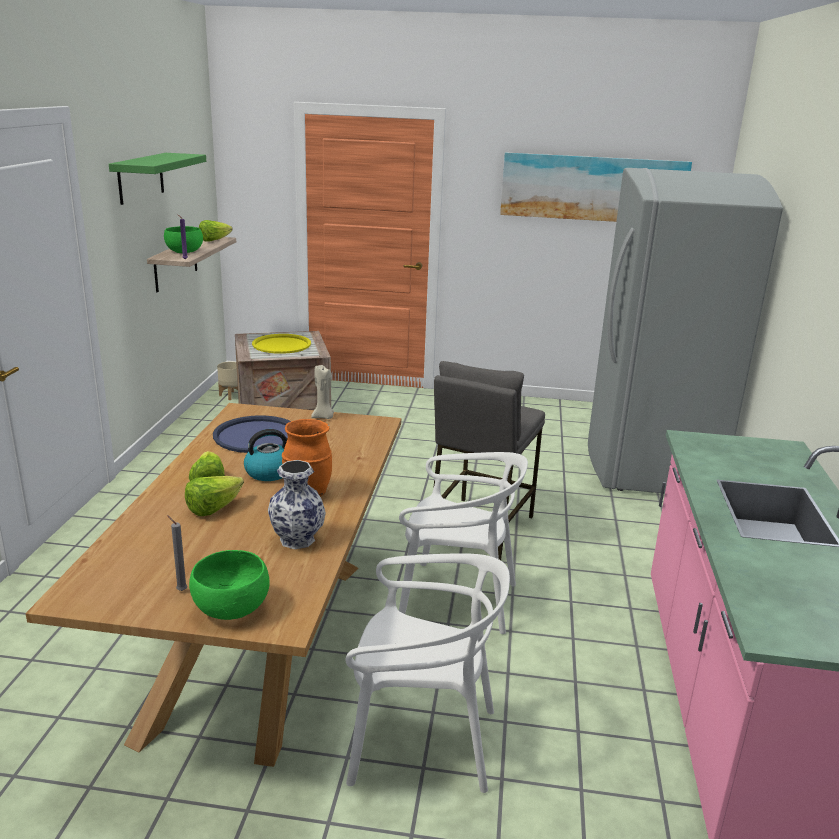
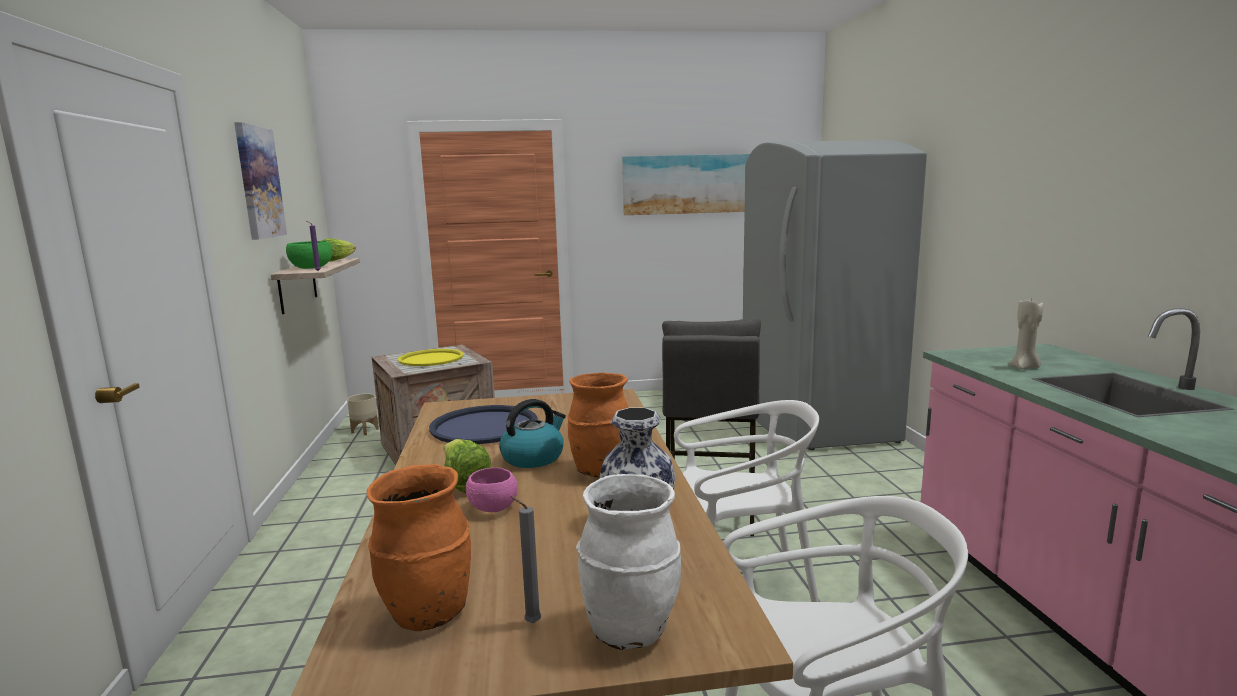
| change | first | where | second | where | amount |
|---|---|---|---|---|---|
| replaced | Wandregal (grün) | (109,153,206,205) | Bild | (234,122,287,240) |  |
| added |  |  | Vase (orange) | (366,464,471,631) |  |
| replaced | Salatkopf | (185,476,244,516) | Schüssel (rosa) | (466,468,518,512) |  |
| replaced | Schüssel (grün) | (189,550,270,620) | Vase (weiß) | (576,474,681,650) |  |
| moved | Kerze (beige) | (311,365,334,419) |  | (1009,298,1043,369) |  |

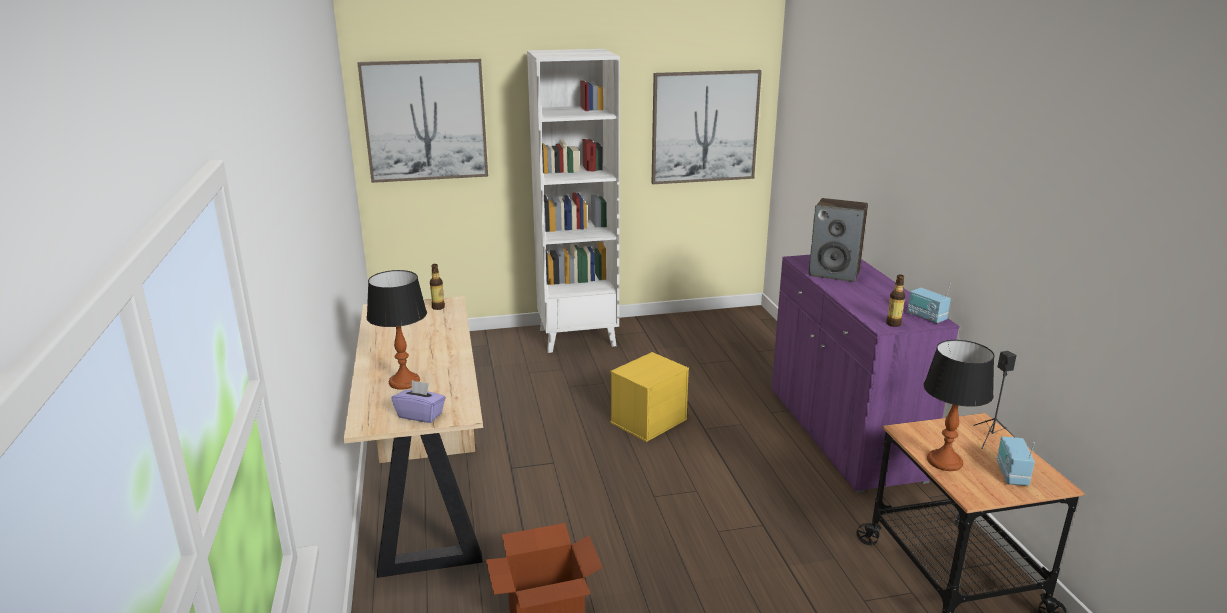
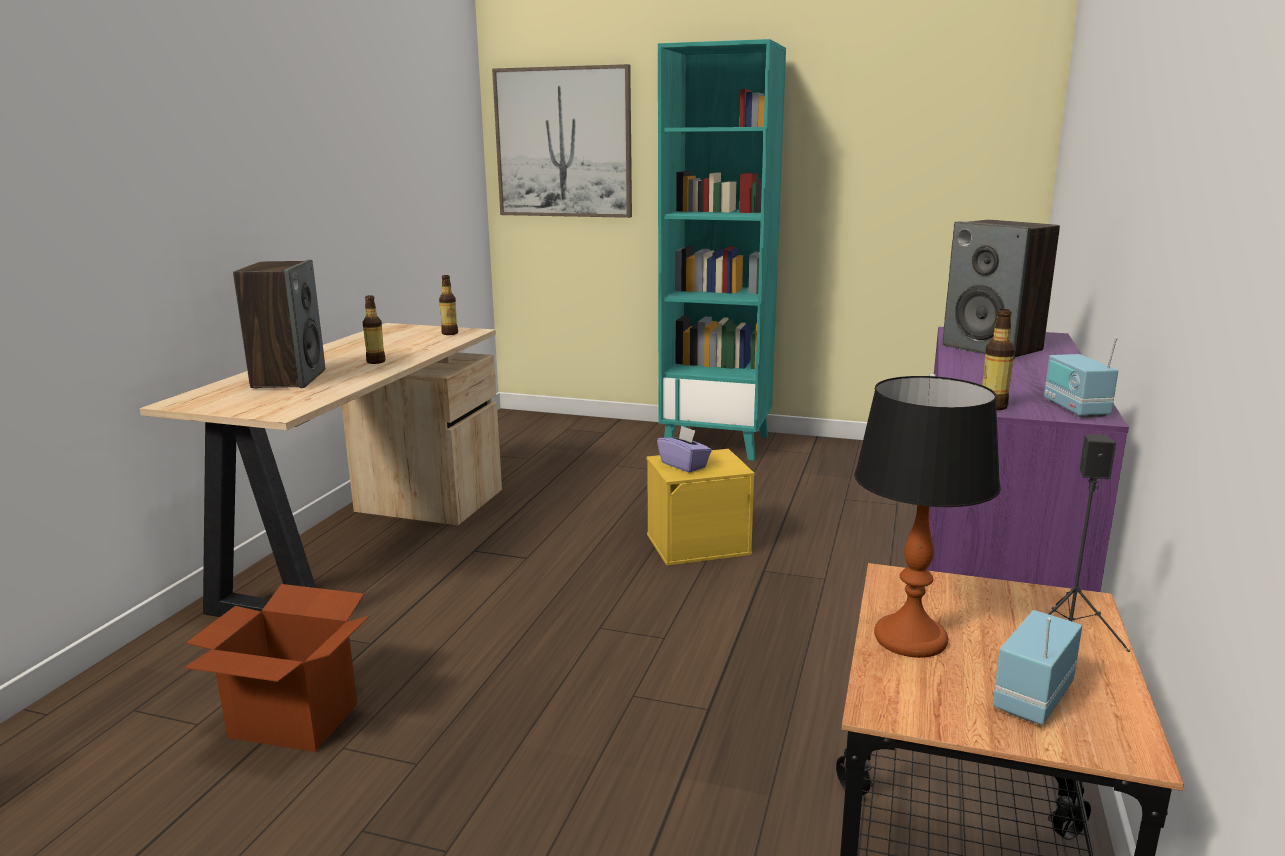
| change | first | where | second | where | amount |
|---|---|---|---|---|---|
| replaced | Tischlampe | (367,270,427,390) | Lautsprecher | (233,260,325,389) |  |
| added |  |  | Flasche | (363,295,386,364) |  |
| moved | Taschentuchbox (lila) | (392,380,446,423) |  | (657,426,712,473) |  |
| recoloured | Bücherregal (weiß) | (527,49,620,353) | Bücherregal (türkis) | (658,39,786,461) |  |
| removed | Bild | (652,70,762,184) |  |  |  |

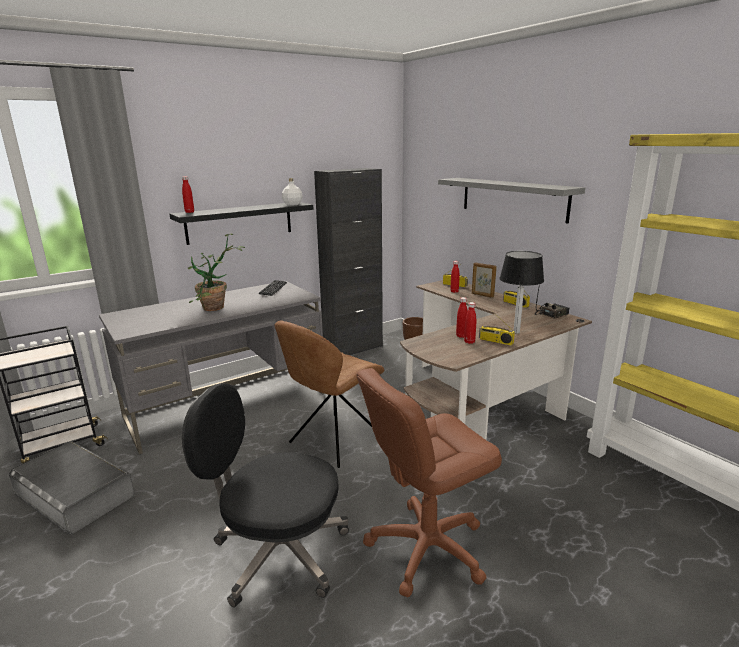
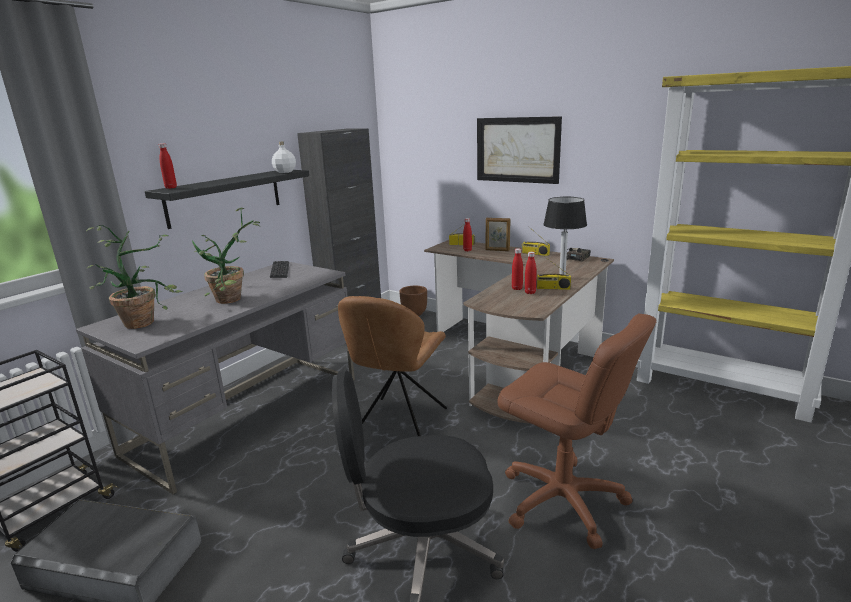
| change | first | where | second | where | amount |
|---|---|---|---|---|---|
| added |  |  | Topfpflanze | (86,225,182,329) |  |
| replaced | Wandregal (grau) | (438,178,585,223) | Bild | (477,116,562,184) |  |
| turned | Bürostuhl (braun) | (357,368,502,598) |  | (498,313,657,549) | 90 degrees counterclockwise |

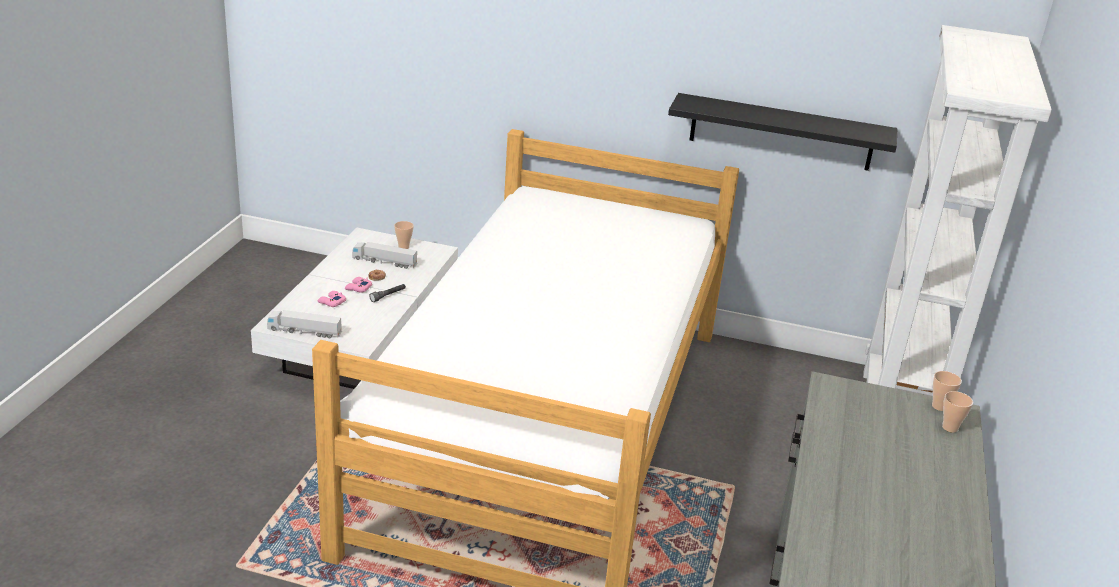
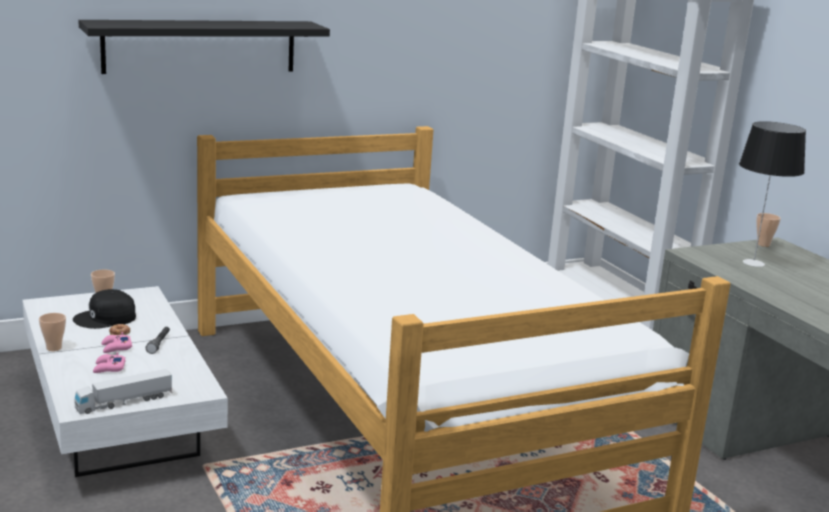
| change | first | where | second | where | amount |
|---|---|---|---|---|---|
| moved | Tasse | (942,391,973,432) |  | (39,313,66,351) |  |
| replaced | Spielzeuglaster | (352,242,418,269) | Kappe (schwarz) | (73,289,136,329) |  |
| moved | Wandregal (schwarz) | (668,93,897,171) |  | (78,20,330,74) |  |
| added |  |  | Tischlampe | (739,121,806,267) |  |

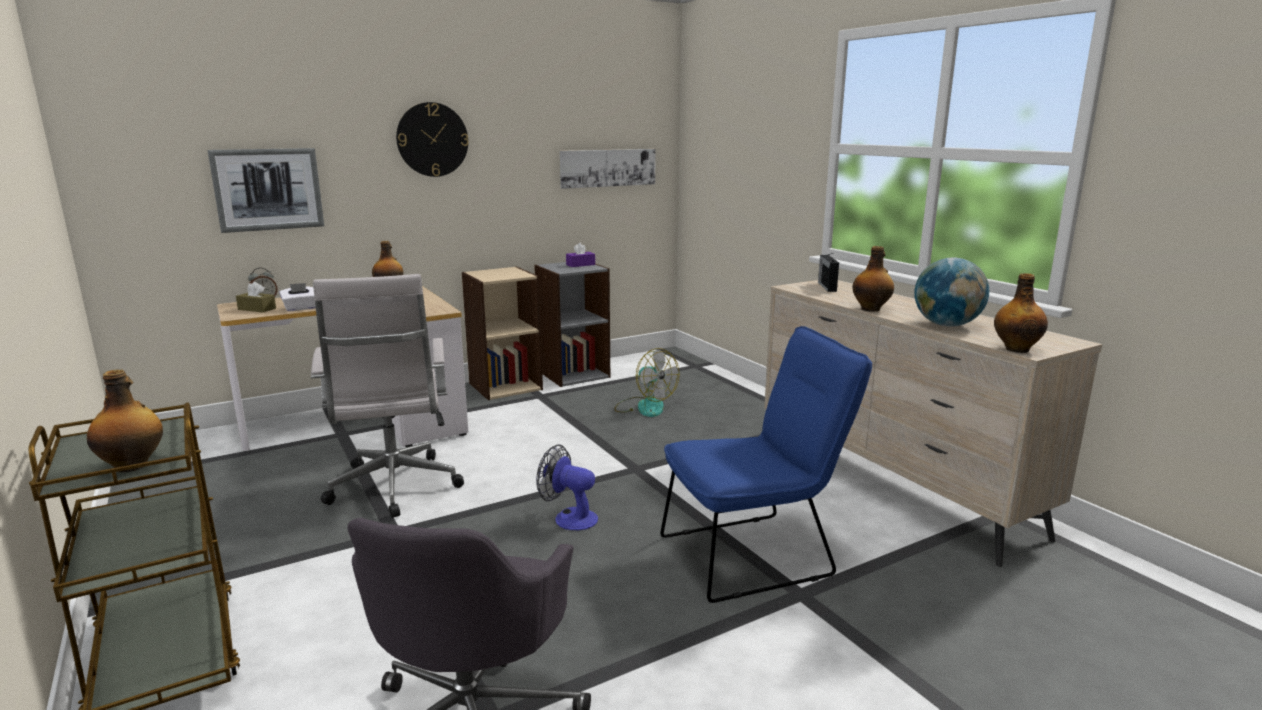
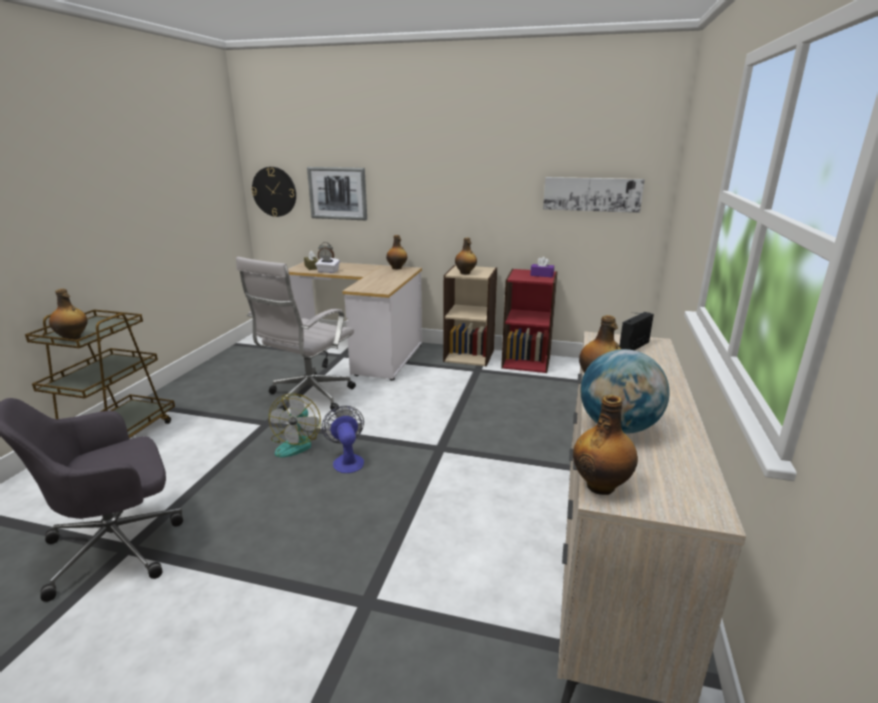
| change | first | where | second | where | amount |
|---|---|---|---|---|---|
| moved | Wanduhr | (396,102,469,177) |  | (251,167,296,217) |  |
| moved | Ventilator | (615,348,679,417) |  | (269,393,321,458) |  |
| added |  |  | Flasche | (455,238,477,274) |  |
| recoloured | Bücherregal (grau) | (534,262,610,387) | Bücherregal (rot) | (501,269,558,373) |  |
| removed | Stuhl (blau) | (660,326,872,603) |  |  |  |

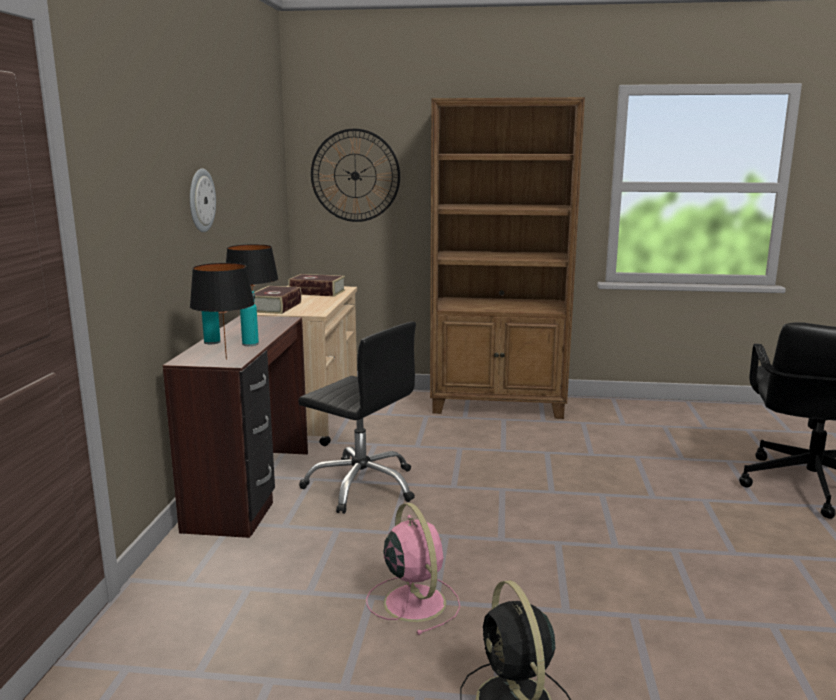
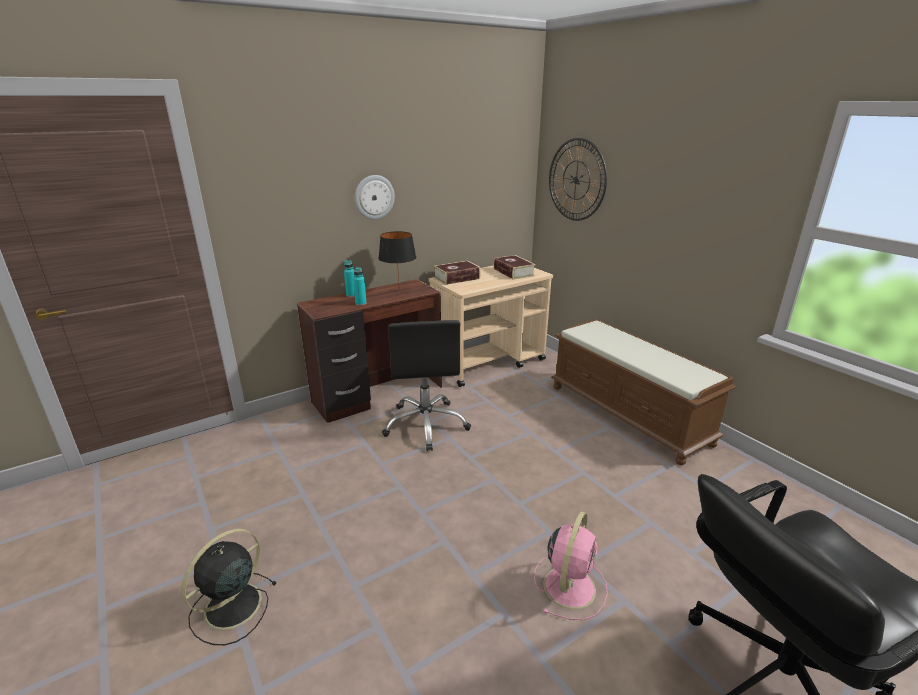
| change | first | where | second | where | amount |
|---|---|---|---|---|---|
| moved | Ventilator (rosa) | (366,503,460,635) |  | (534,511,608,620) |  |
| replaced | Bücherregal (braun) | (430,97,585,419) | Bank (braun) | (551,319,737,465) |  |
| removed | Tischlampe (schwarz) | (190,263,255,360) |  |  |  |

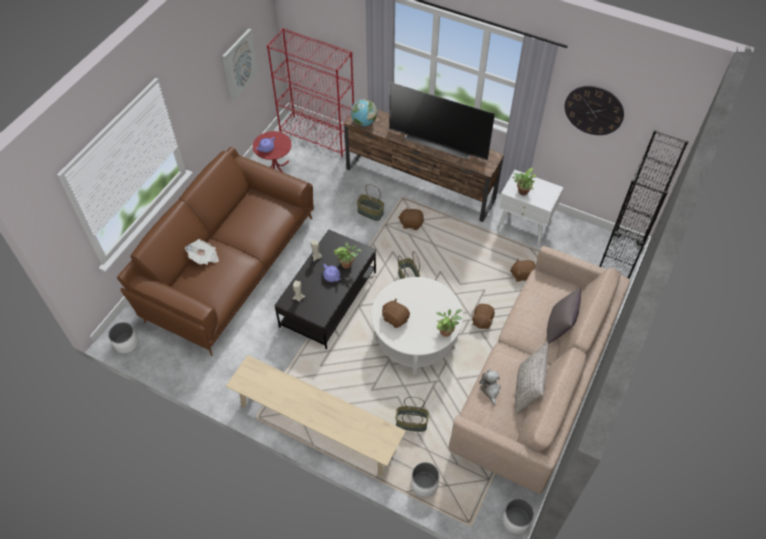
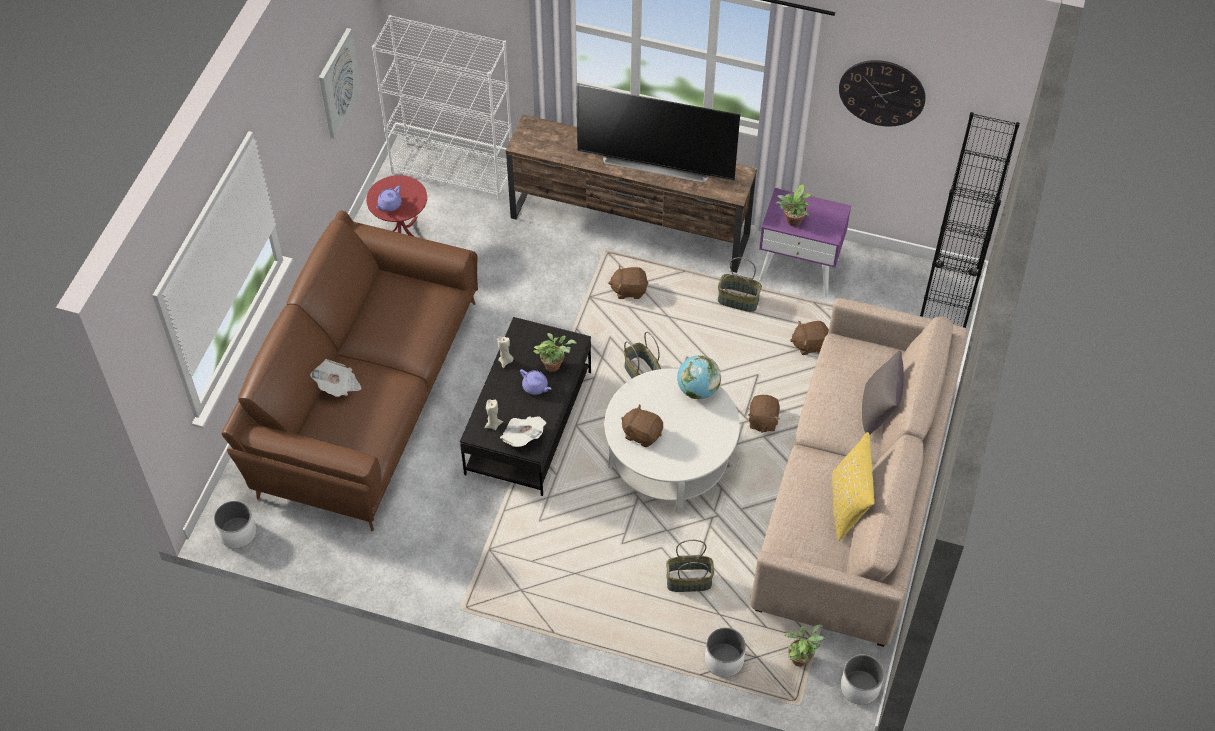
| change | first | where | second | where | amount |
|---|---|---|---|---|---|
| recoloured | Bücherregal (rot) | (267,28,354,157) | Bücherregal (weiß) | (372,15,512,200) |  |
| added |  |  | Zeitung | (500,416,546,447) |  |
| moved | Globus | (351,99,377,126) |  | (677,355,721,399) |  |
| moved | Korb | (357,184,384,221) |  | (718,257,762,312) |  |
| recoloured | Nachttisch (weiß) | (497,170,564,246) | Nachttisch (lila) | (759,188,851,297) |  |
| moved | Topfpflanze | (436,309,463,337) |  | (783,624,825,667) |  |
| recoloured | Kissen (grau) | (515,342,548,416) | Kissen (gelb) | (832,432,875,541) |  |
| removed | Bank (beige) | (226,355,406,476) |  |  |  |
| removed | Plüschtier | (479,370,500,405) |  |  |  |

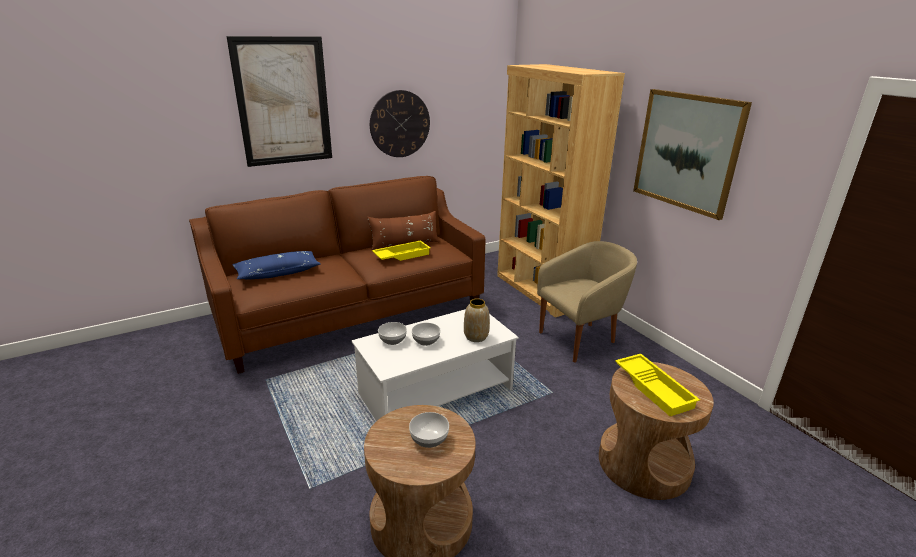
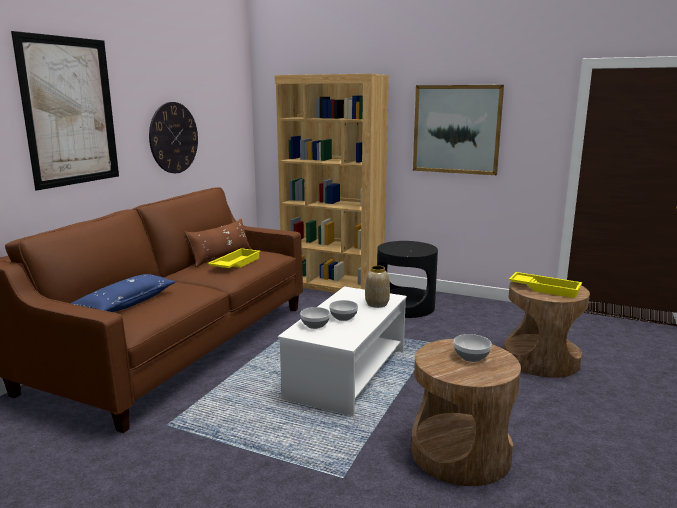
| change | first | where | second | where | amount |
|---|---|---|---|---|---|
| replaced | Sessel (beige) | (537,241,637,362) | Beistelltisch (schwarz) | (377,241,438,318) |  |

